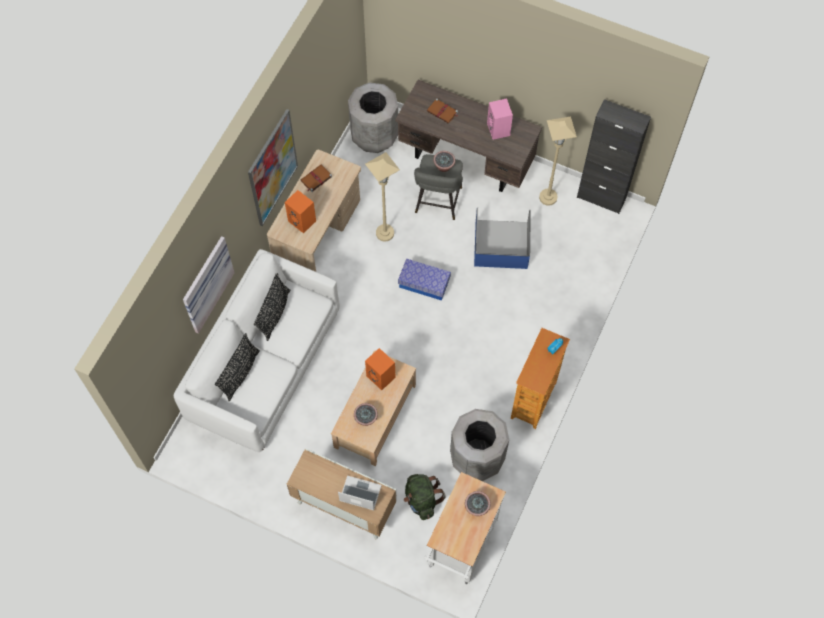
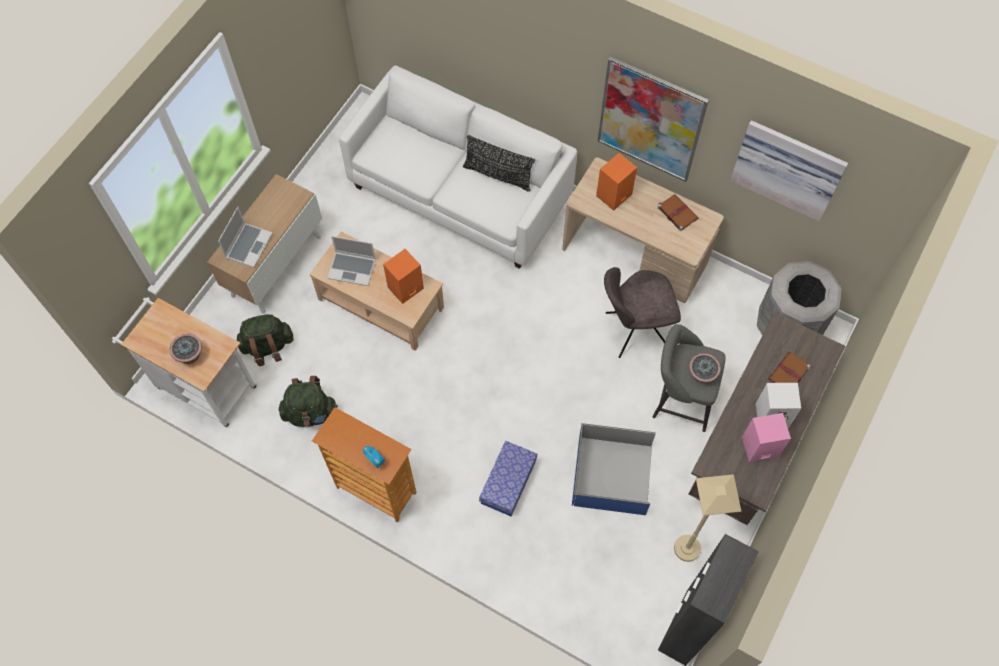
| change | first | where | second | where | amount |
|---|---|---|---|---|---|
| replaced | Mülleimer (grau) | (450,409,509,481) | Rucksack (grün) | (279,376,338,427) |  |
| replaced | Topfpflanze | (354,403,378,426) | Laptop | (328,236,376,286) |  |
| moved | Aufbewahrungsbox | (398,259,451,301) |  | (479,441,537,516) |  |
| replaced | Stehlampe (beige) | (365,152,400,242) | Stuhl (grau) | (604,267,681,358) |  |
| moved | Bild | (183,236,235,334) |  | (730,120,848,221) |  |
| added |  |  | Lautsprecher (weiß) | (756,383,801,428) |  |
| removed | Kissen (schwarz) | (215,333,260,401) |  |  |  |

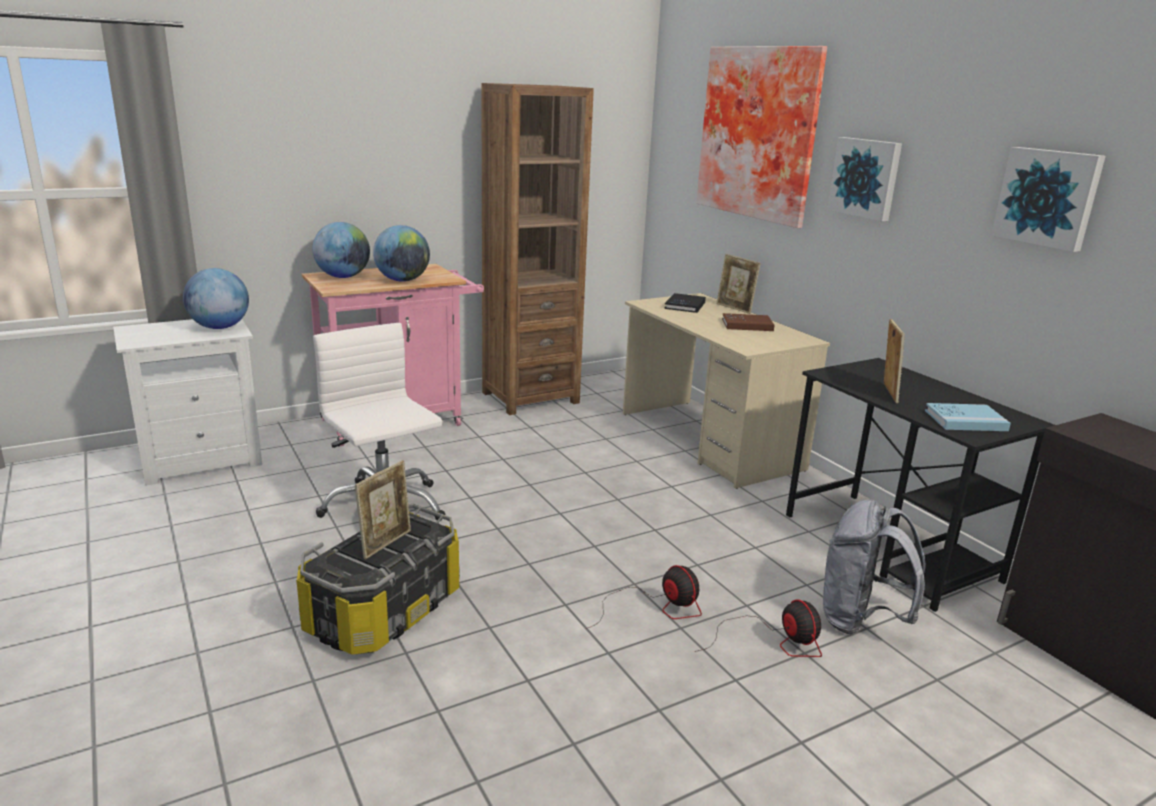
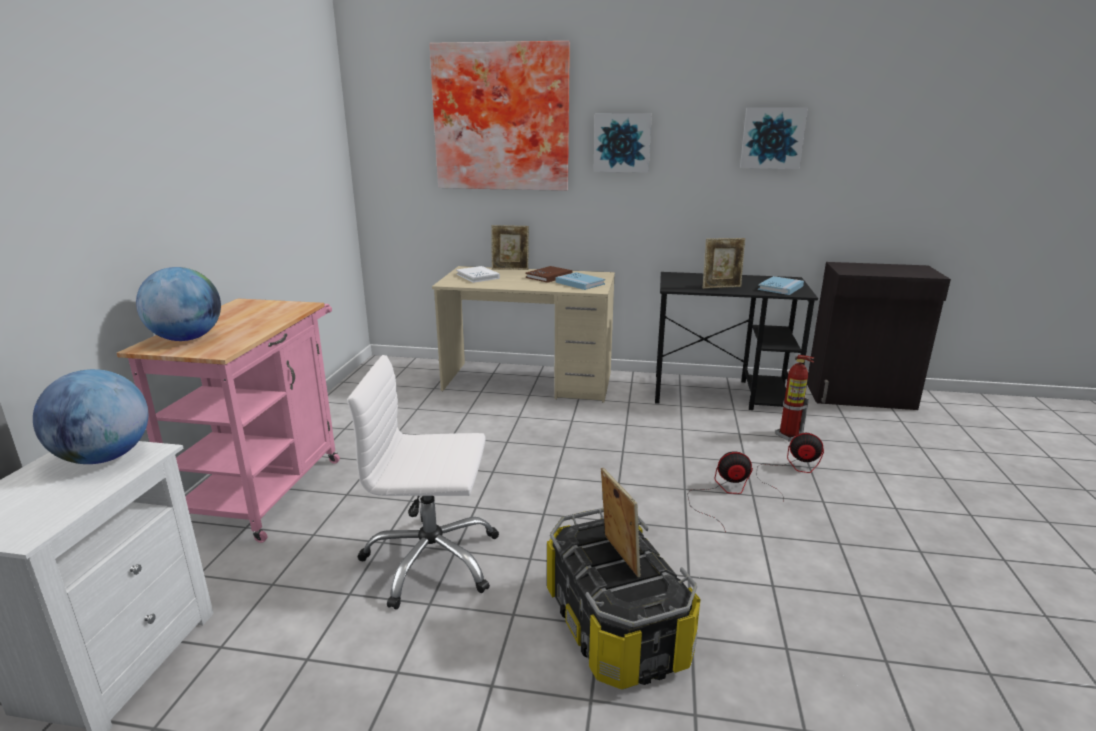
| change | first | where | second | where | amount |
|---|---|---|---|---|---|
| recoloured | Buch (schwarz) | (664,293,706,313) | Buch (weiß) | (456,266,500,283) |  |
| added |  |  | Buch (blau) | (556,272,605,290) |  |
| turned | Bilderrahmen | (884,319,905,403) |  | (703,238,745,289) | 120 degrees clockwise |
| replaced | Rucksack (grau) | (823,499,926,634) | Feuerlöscher | (775,355,815,441) |  |
| removed | Globus | (373,225,430,282) |  |  |  |
| removed | Bücherregal (braun) | (481,83,594,415) |  |  |  |

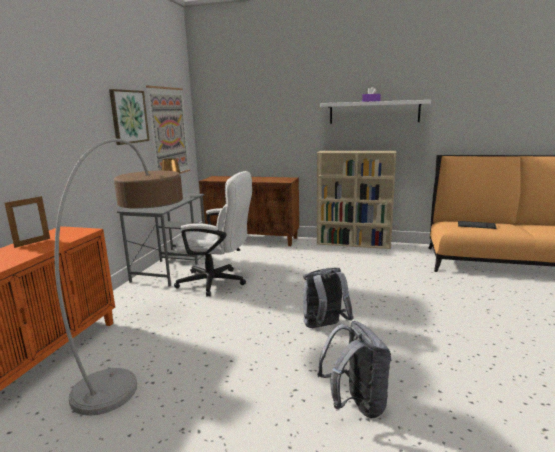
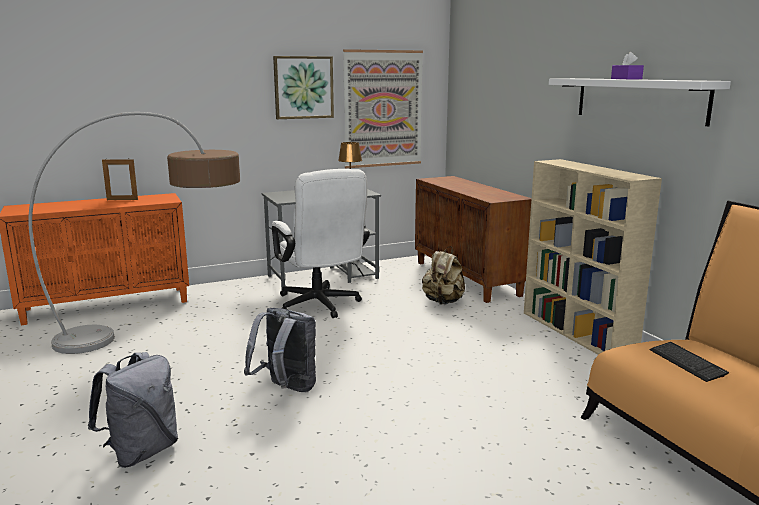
| change | first | where | second | where | amount |
|---|---|---|---|---|---|
| added |  |  | Rucksack (beige) | (422,246,465,305) |  |

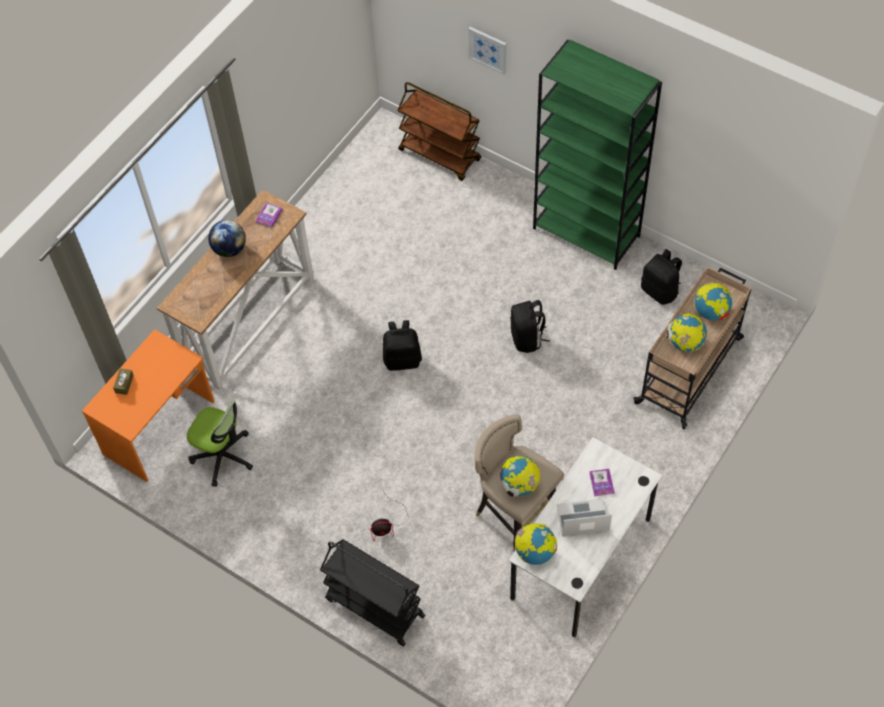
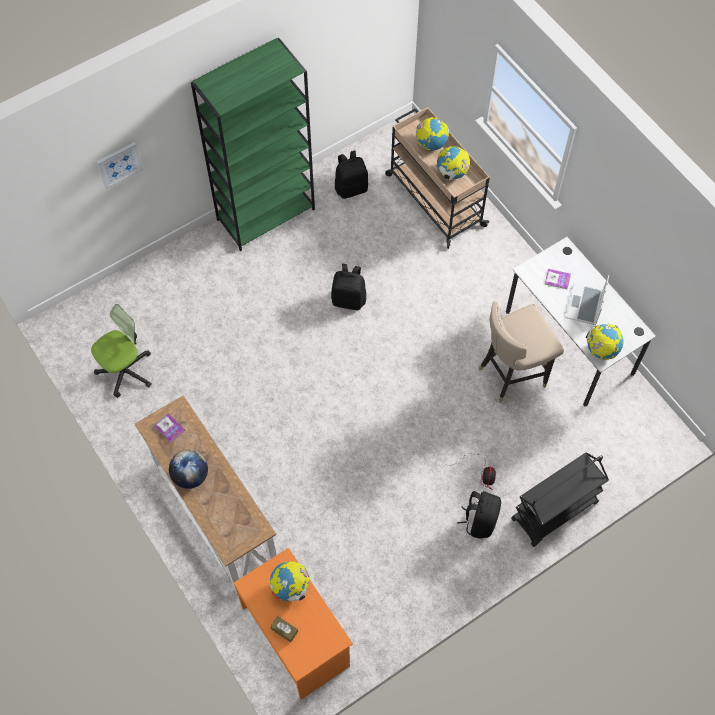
| change | first | where | second | where | amount |
|---|---|---|---|---|---|
| moved | Bürostuhl | (187,400,253,487) |  | (91,304,152,398) |  |
| moved | Globus | (500,456,540,497) |  | (270,561,309,601) |  |
| moved | Rucksack (schwarz) | (383,320,422,371) |  | (457,491,501,539) |  |
| removed | Rollwagen (braun) | (397,82,481,181) |  |  |  |

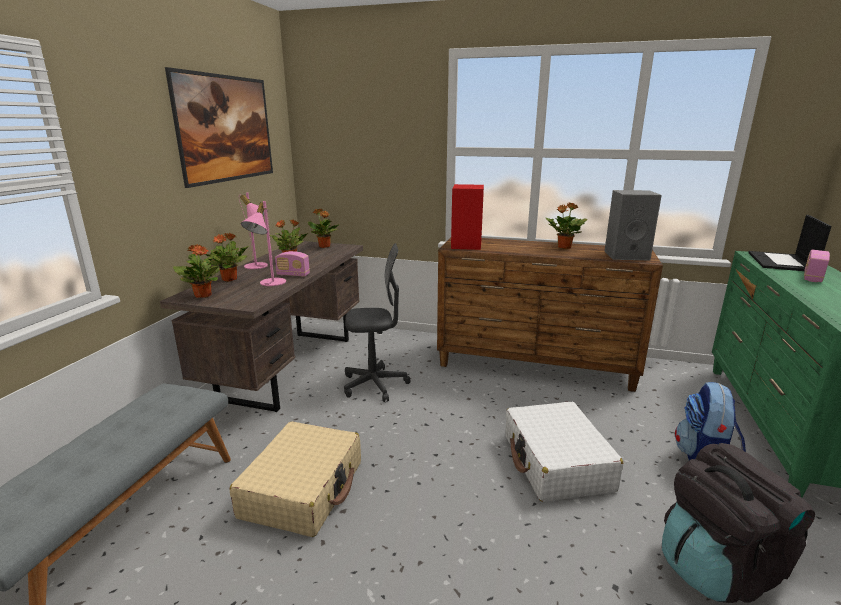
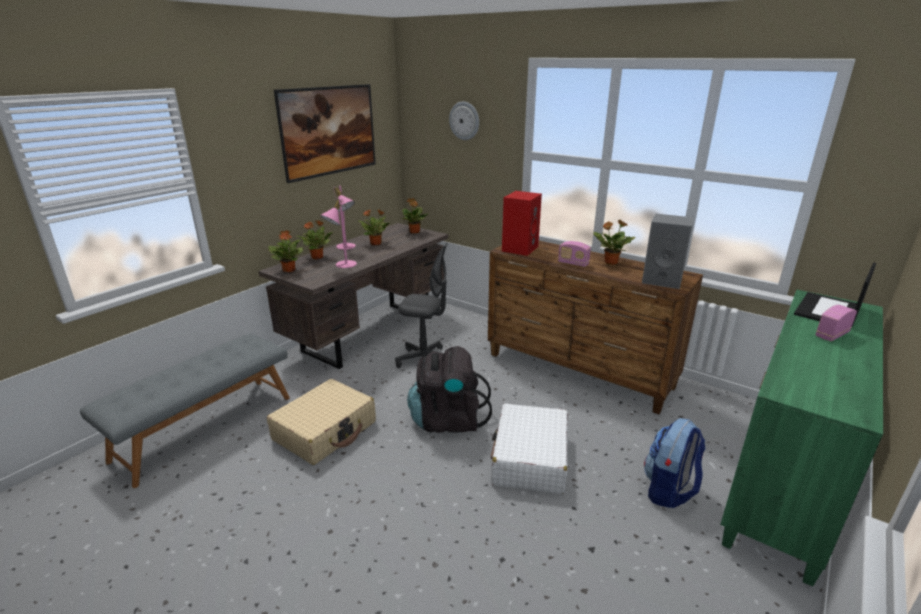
| change | first | where | second | where | amount |
|---|---|---|---|---|---|
| moved | Rucksack (schwarz) | (662,443,815,603) |  | (407,346,492,433) |  |
| added |  |  | Wanduhr | (449,101,479,140) |  |
| moved | Radio | (275,251,310,277) |  | (558,241,591,267) |  |

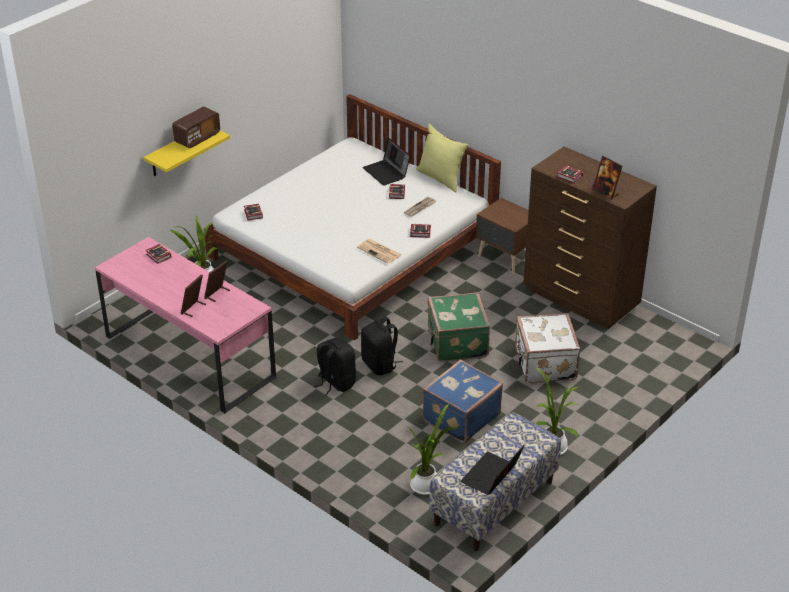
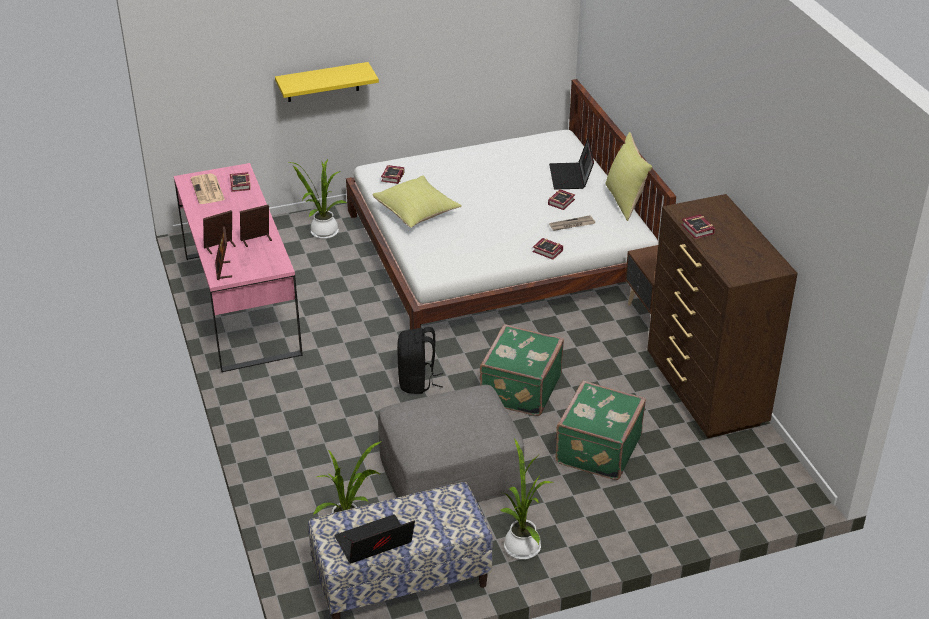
| change | first | where | second | where | amount |
|---|---|---|---|---|---|
| moved | Zeitung | (357,239,401,264) |  | (191,174,225,204) |  |
| moved | Bilderrahmen | (592,156,622,200) |  | (215,227,232,280) |  |
| added |  |  | Kissen (gelb) | (372,175,462,228) |  |
| replaced | Koffer (blau) | (422,359,503,443) | Polsterhocker (grau) | (378,385,524,502) |  |
| recoloured | Koffer (weiß) | (515,313,580,383) | Koffer (grün) | (555,381,646,480) |  |
| removed | Radio | (172,107,220,148) |  |  |  |
| removed | Rucksack (schwarz) | (314,337,356,396) |  |  |  |

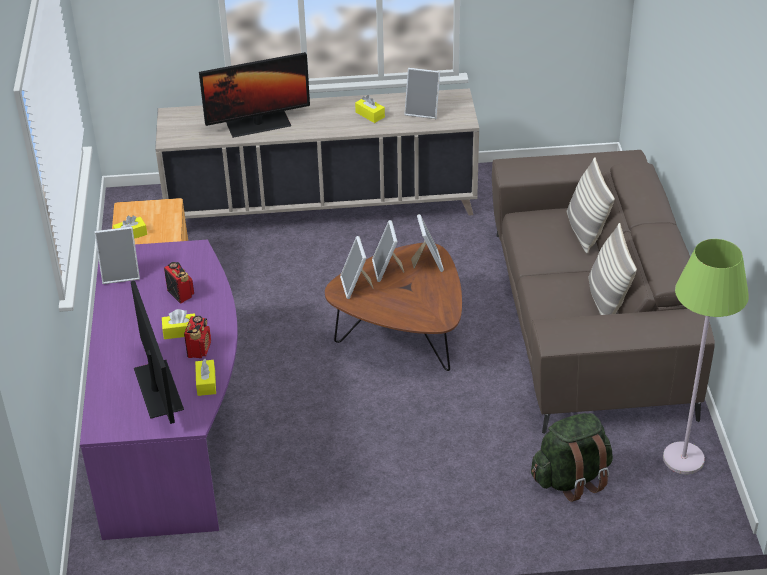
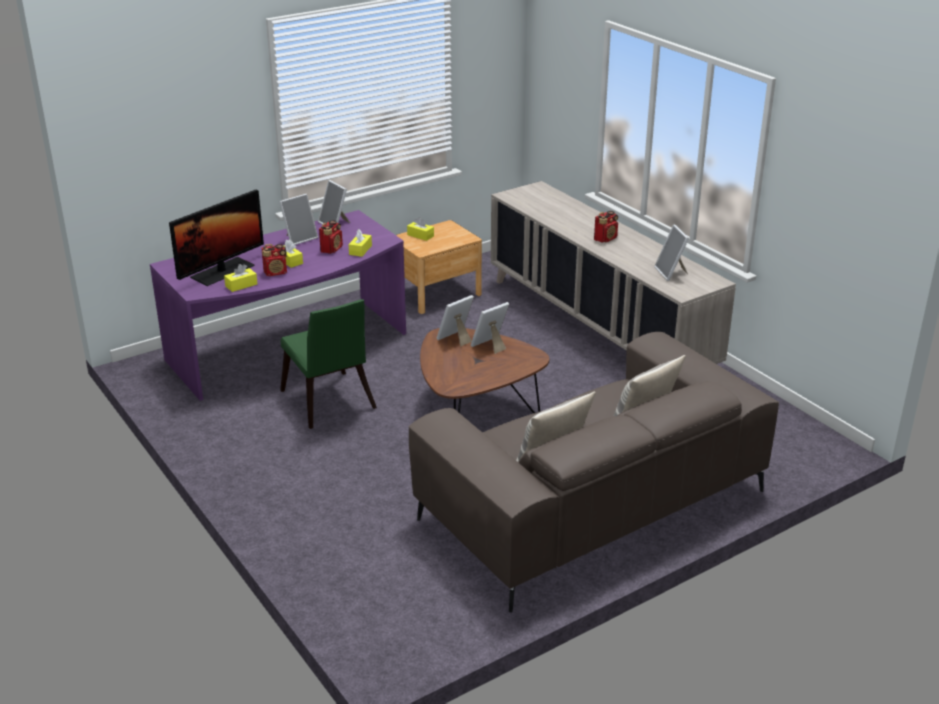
| change | first | where | second | where | amount |
|---|---|---|---|---|---|
| moved | Bilderrahmen | (411,214,444,272) |  | (279,194,318,245) |  |
| added |  |  | Stuhl (grün) | (280,299,377,429) |  |
| moved | Taschentuchbox (gelb) | (355,95,385,123) |  | (348,229,372,257) |  |
| added |  |  | Radio | (594,211,618,243) |  |
| removed | Monitor | (199,52,310,138) |  |  |  |
| removed | Rucksack (grün) | (531,413,613,502) |  |  |  |
| removed | Stehlampe (grün) | (663,239,749,474) |  |  |  |

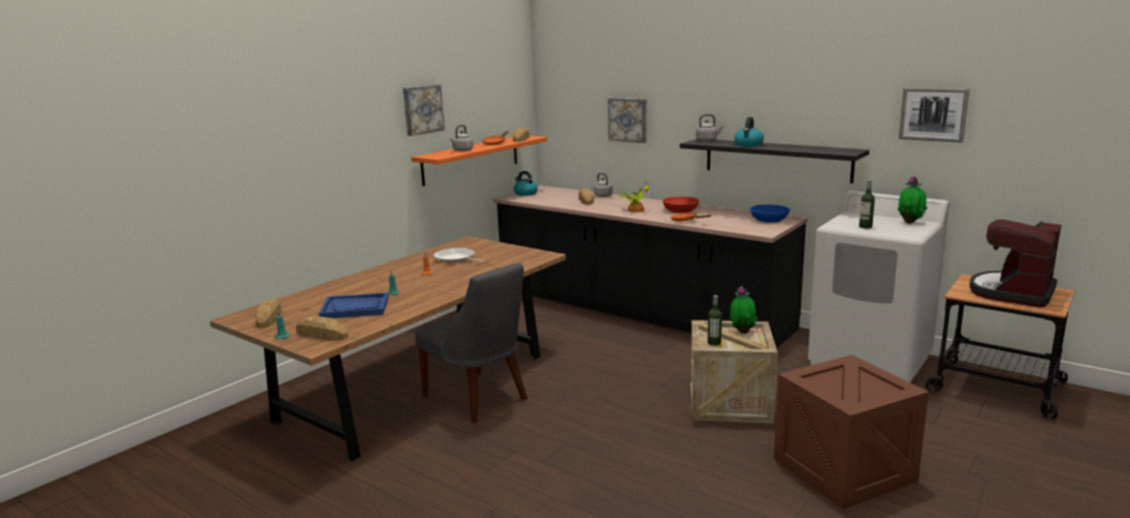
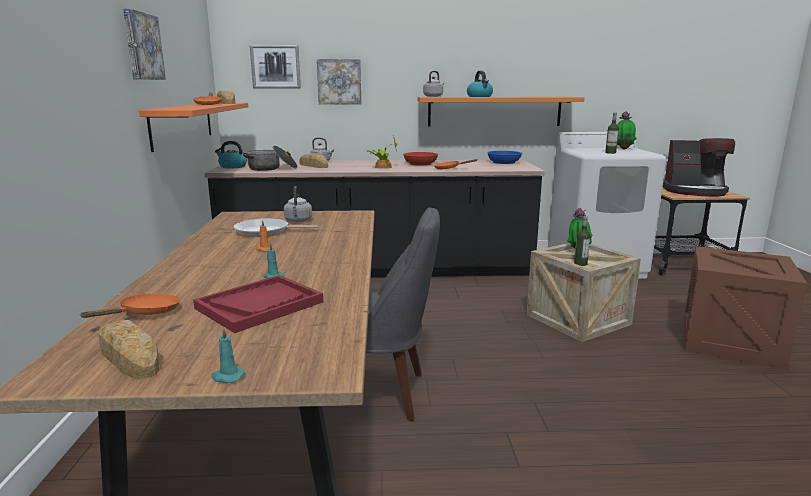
| change | first | where | second | where | amount |
|---|---|---|---|---|---|
| added |  |  | Pfanne (orange) | (79,294,180,318) |  |
| recoloured | Tablett (blau) | (319,293,389,318) | Tablett (rot) | (193,275,323,333) |  |
| added |  |  | Kochtopf | (243,146,298,171) |  |
| moved | Bild | (899,88,969,142) |  | (250,45,301,89) |  |
| moved | Wasserkessel (grau) | (450,125,473,151) |  | (284,186,312,222) |  |
| recoloured | Wandregal (schwarz) | (680,139,869,183) | Wandregal (orange) | (418,97,585,126) |  |
| turned | Kaffeemaschine | (969,219,1061,308) |  | (663,138,735,197) | 75 degrees counterclockwise |
| removed | Brot | (296,316,348,340) |  |  |  |

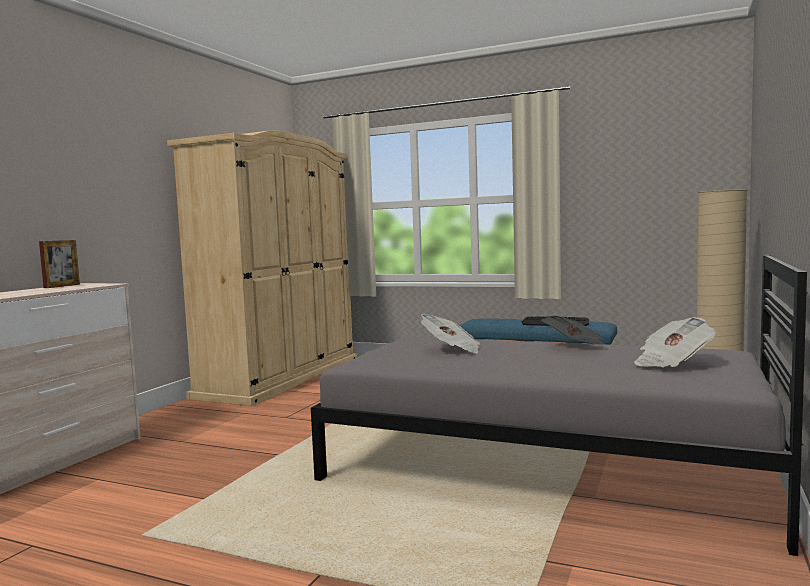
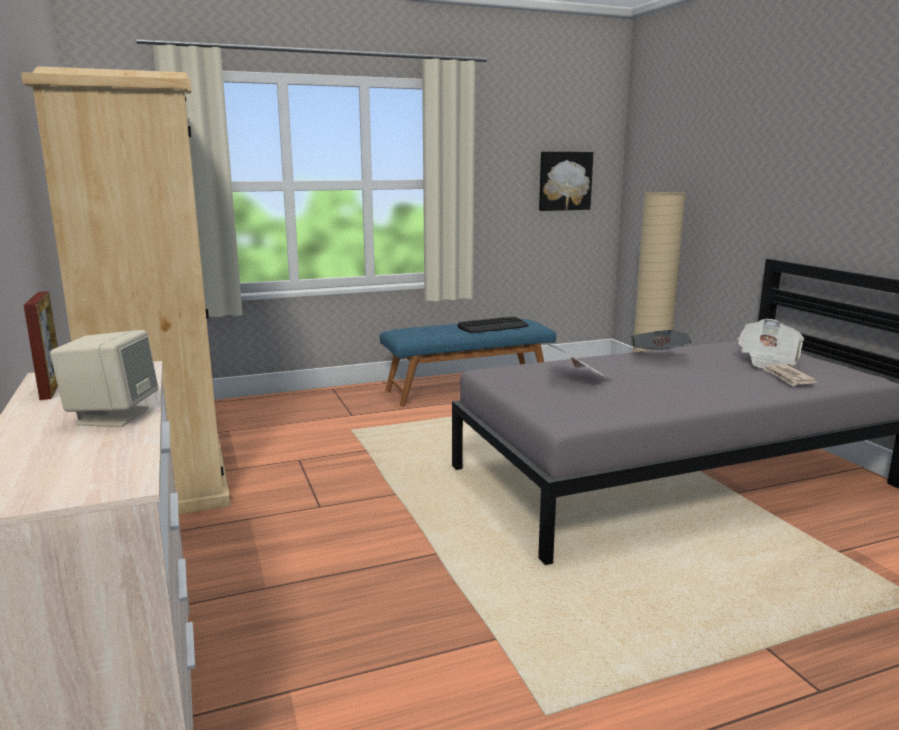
| change | first | where | second | where | amount |
|---|---|---|---|---|---|
| added |  |  | Lautsprecher (beige) | (50,330,158,427) |  |
| added |  |  | Bild | (539,152,593,211) |  |
| added |  |  | Zeitung | (762,364,818,386) |  |

